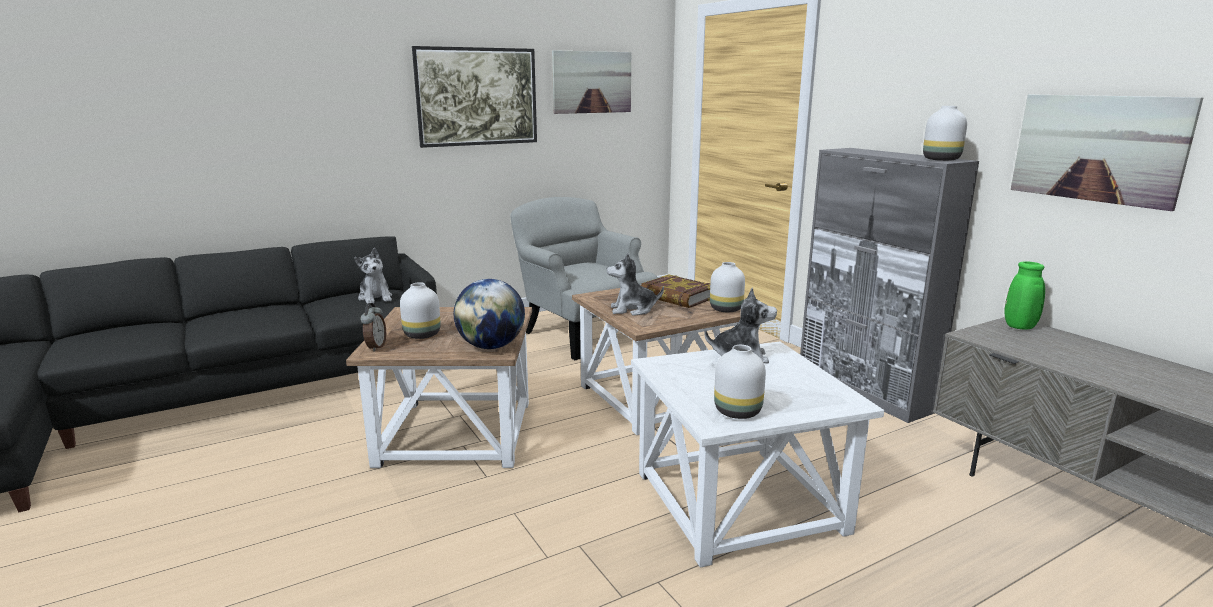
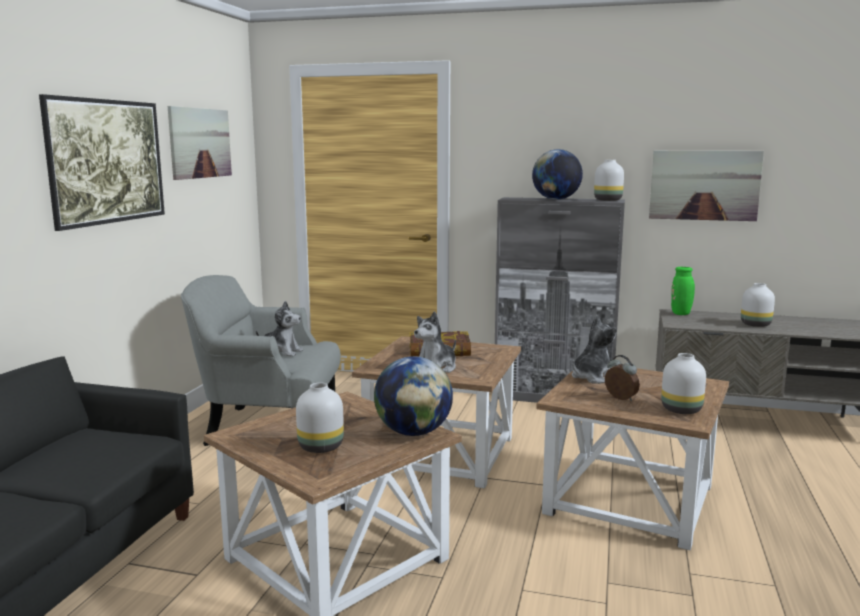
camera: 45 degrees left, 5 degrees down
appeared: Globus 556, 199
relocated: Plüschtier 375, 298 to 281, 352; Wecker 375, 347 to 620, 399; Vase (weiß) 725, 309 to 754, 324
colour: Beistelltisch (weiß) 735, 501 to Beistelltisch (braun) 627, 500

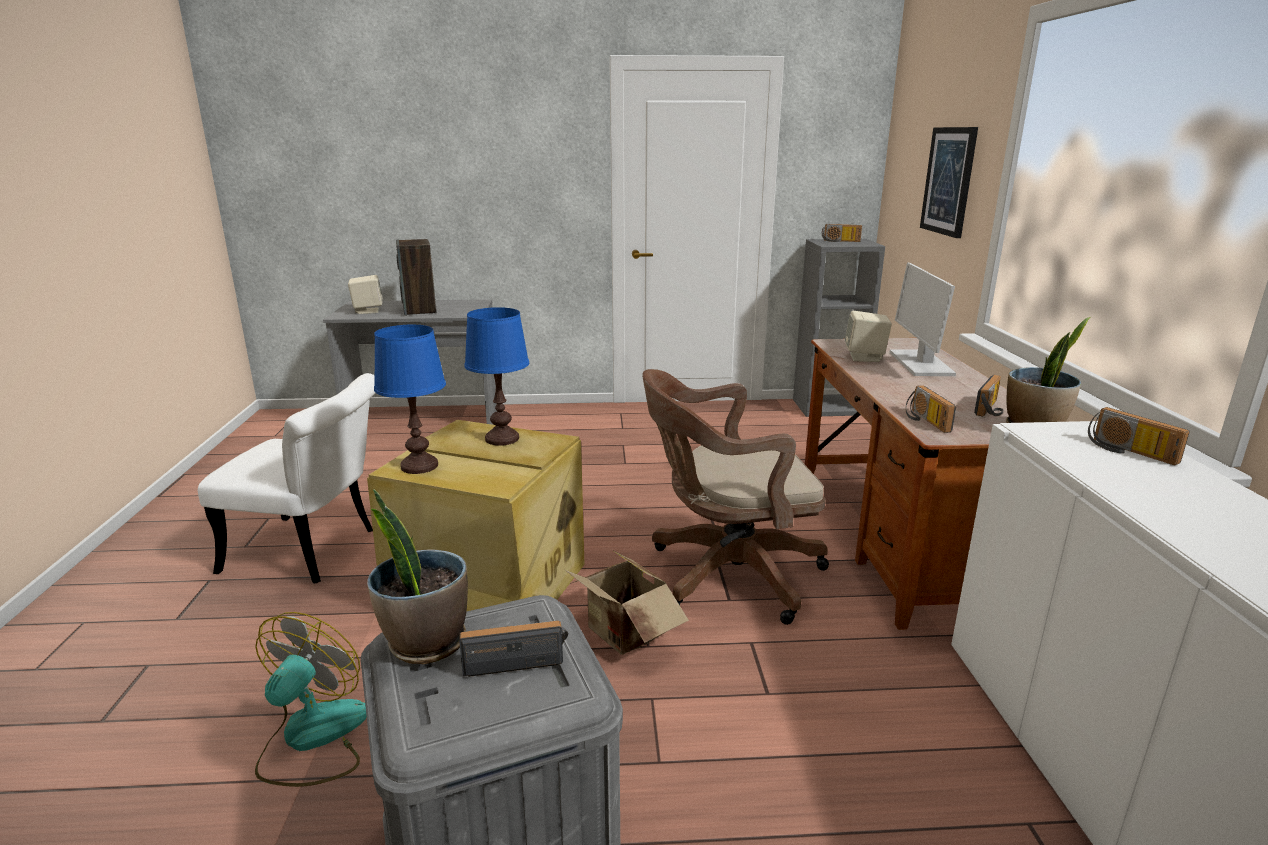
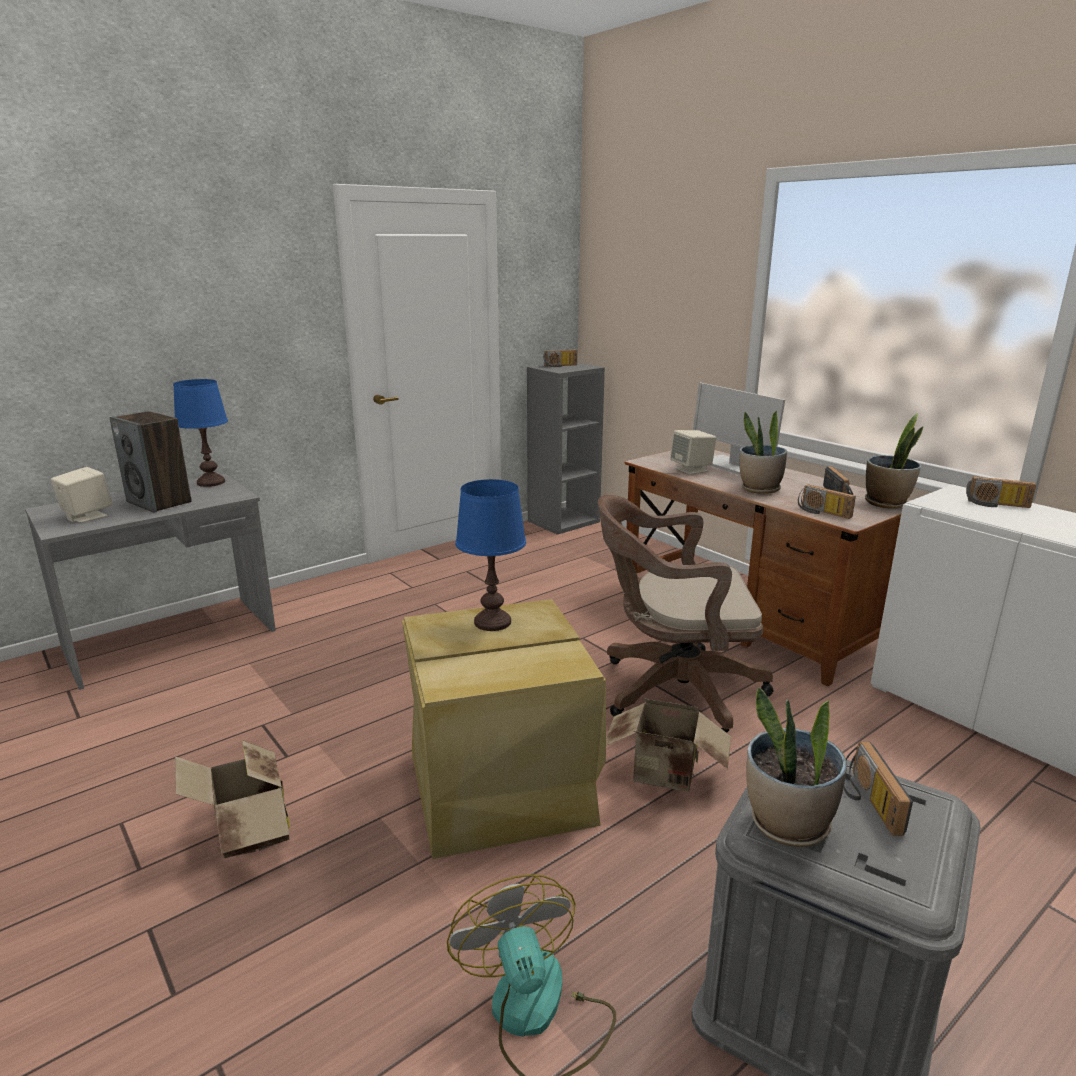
camera: 35 degrees left, 0 degrees up
missing: Bild 949, 181
appeared: Topfpflanze 759, 489
relocated: Tischlampe (blau) 419, 466 to 210, 482
exchanged: Stuhl (weiß) 314, 551 to Karton 247, 835
spun: Bürostuhl (braun) 726, 574 = 672, 691 45 degrees clockwise; Radio 516, 659 = 867, 801 45 degrees counterclockwise

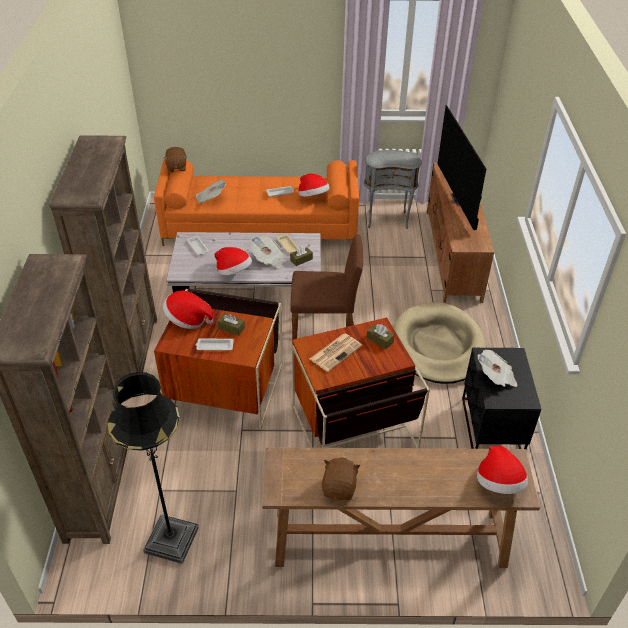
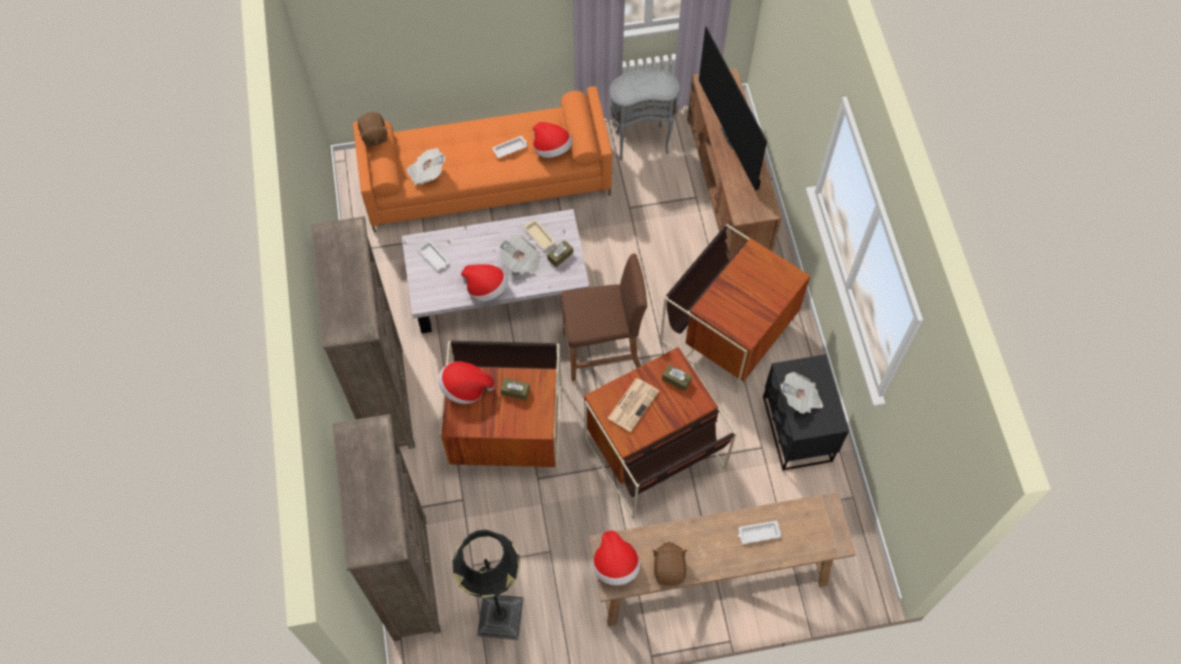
camera: 10 degrees left, 20 degrees up
relocated: Hut 499, 483 to 615, 565; Tablett (weiß) 214, 346 to 758, 533
exchanged: Hundebett (beige) 437, 346 to Beistelltisch 728, 330

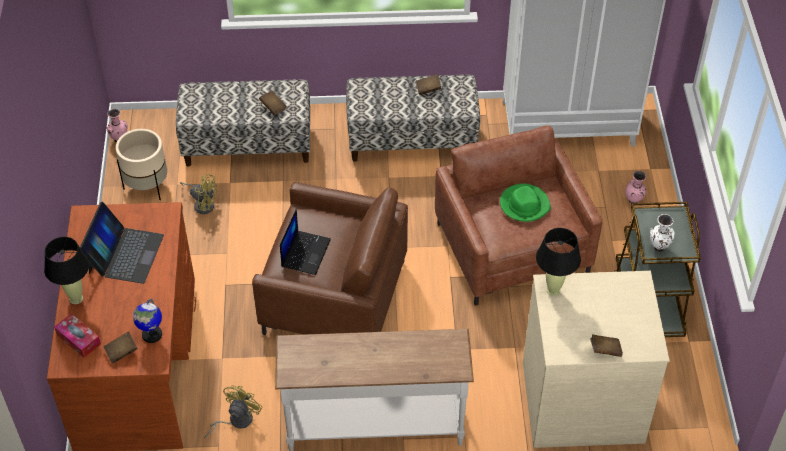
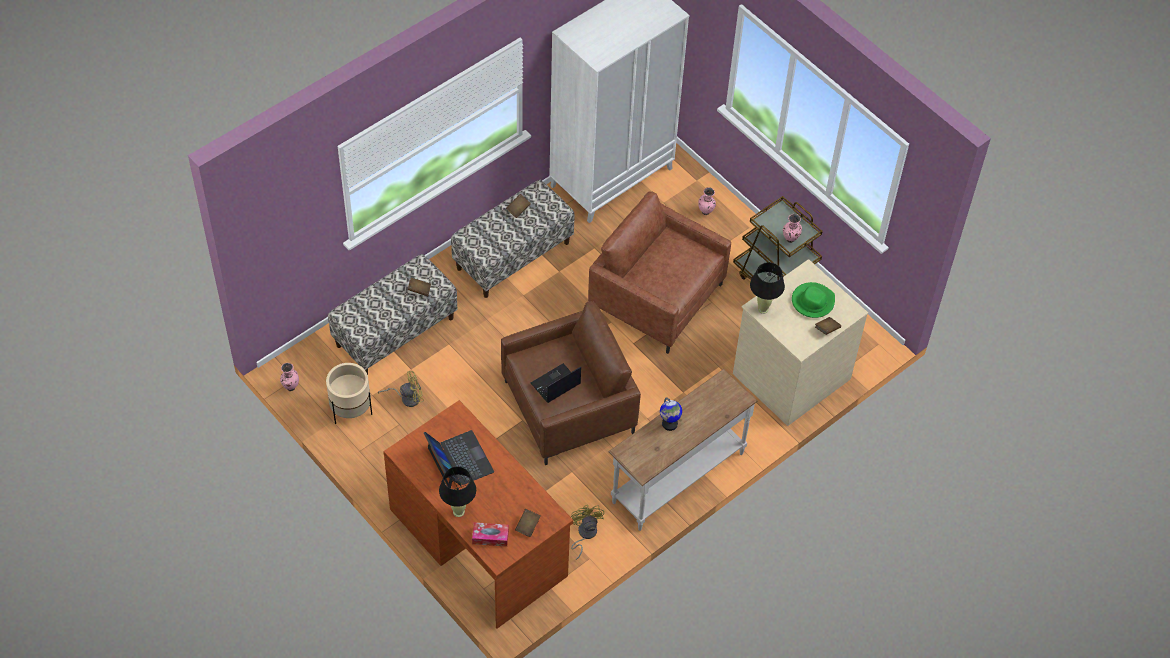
camera: 40 degrees left, 5 degrees up
relocated: Globus 151, 335 to 669, 424; Hut (grün) 524, 204 to 812, 301
colour: Vase (weiß) 658, 248 to Vase (rosa) 790, 240
spun: Laptop 305, 252 = 555, 384 105 degrees counterclockwise

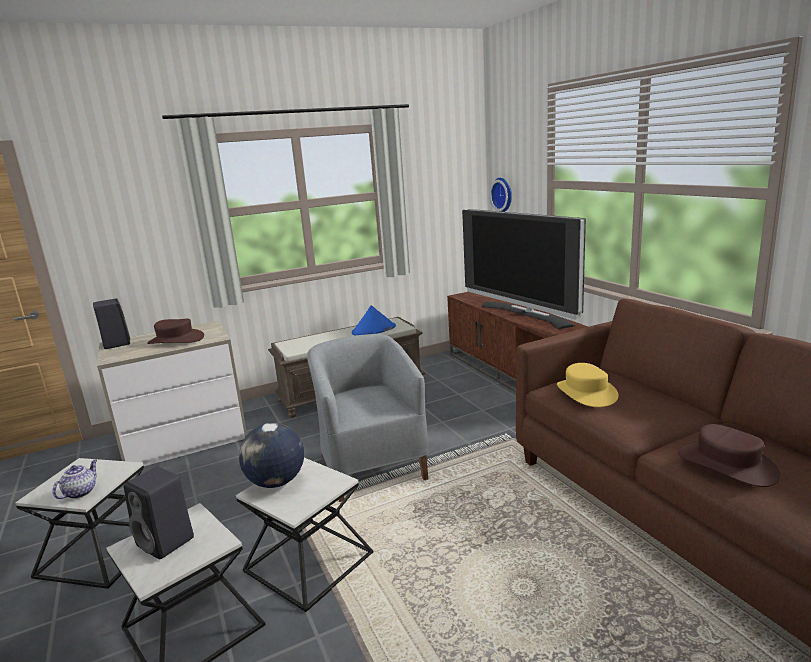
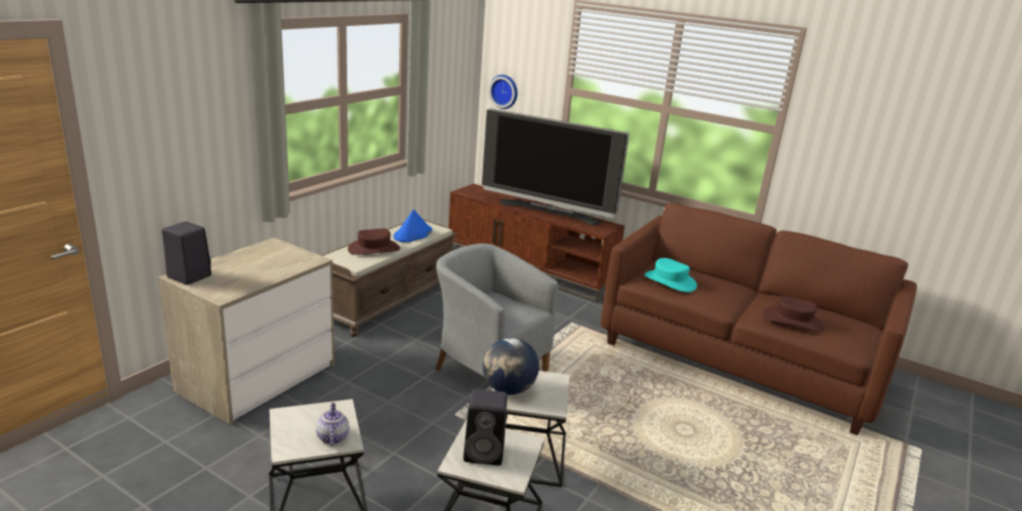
camera: 35 degrees left, 5 degrees up
relocated: Hut (braun) 176, 340 to 374, 249
colour: Hut (gelb) 586, 392 to Hut (türkis) 669, 281

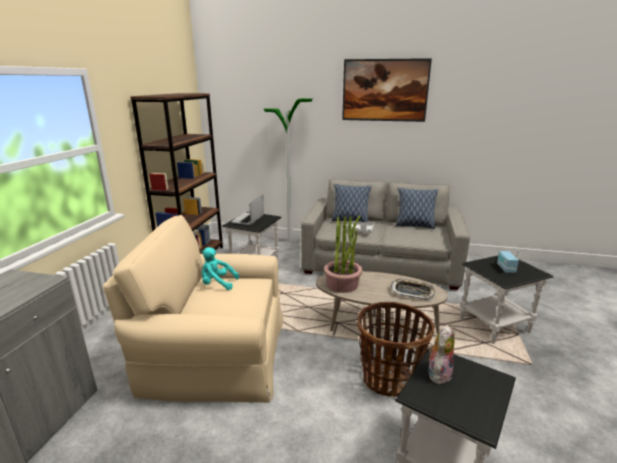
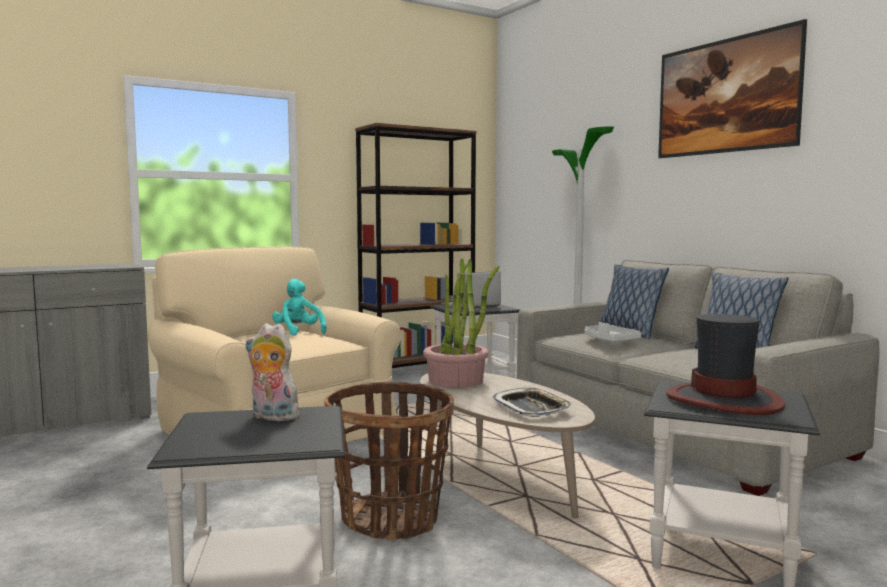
camera: 45 degrees right, 15 degrees down
exchanged: Radio 505, 268 to Hut 724, 400
spun: Plüschtier 438, 373 = 272, 417 150 degrees counterclockwise

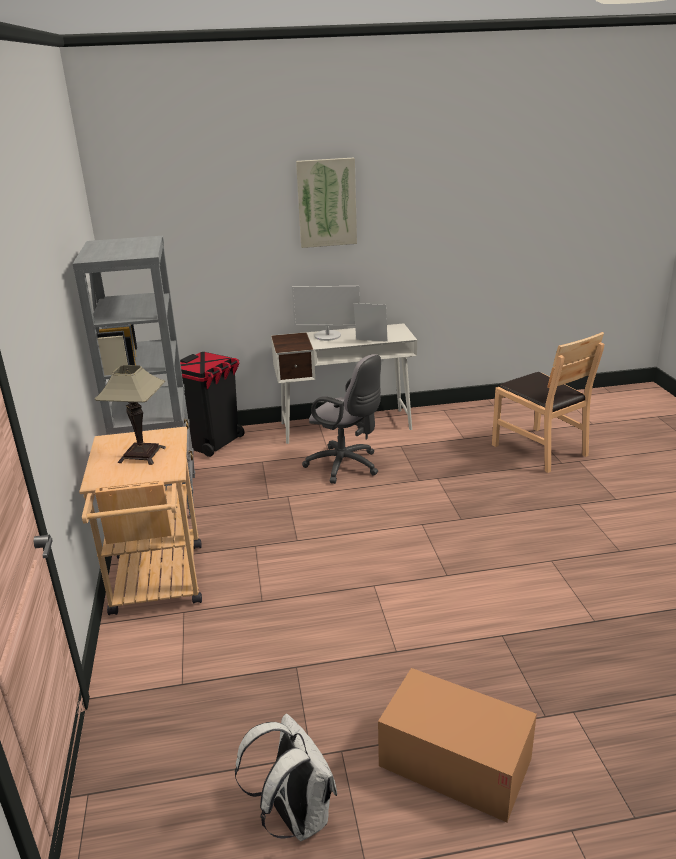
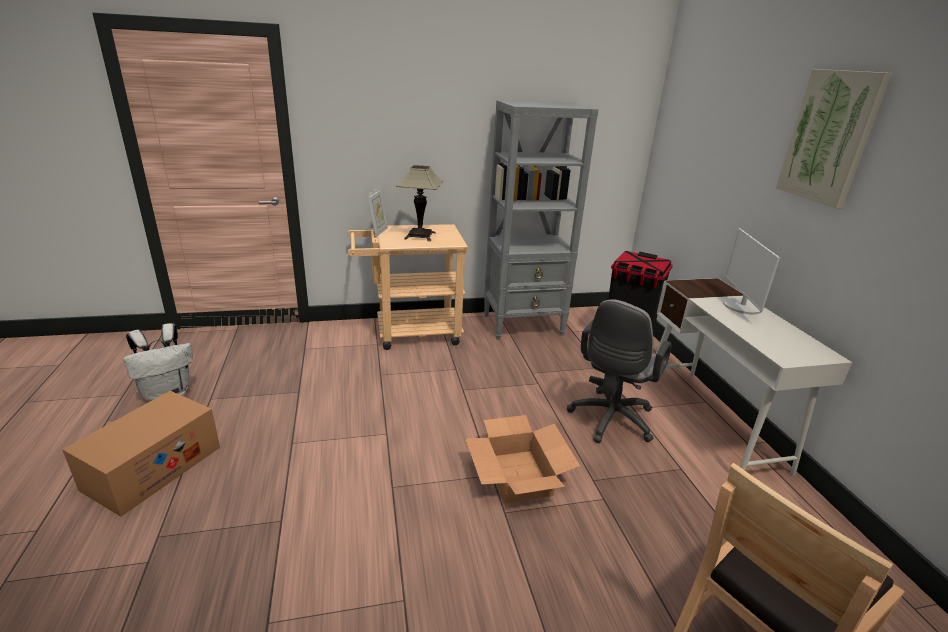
camera: 85 degrees right, 0 degrees up
appeared: Karton 518, 476
relocated: Bilderrahmen 371, 341 to 378, 232

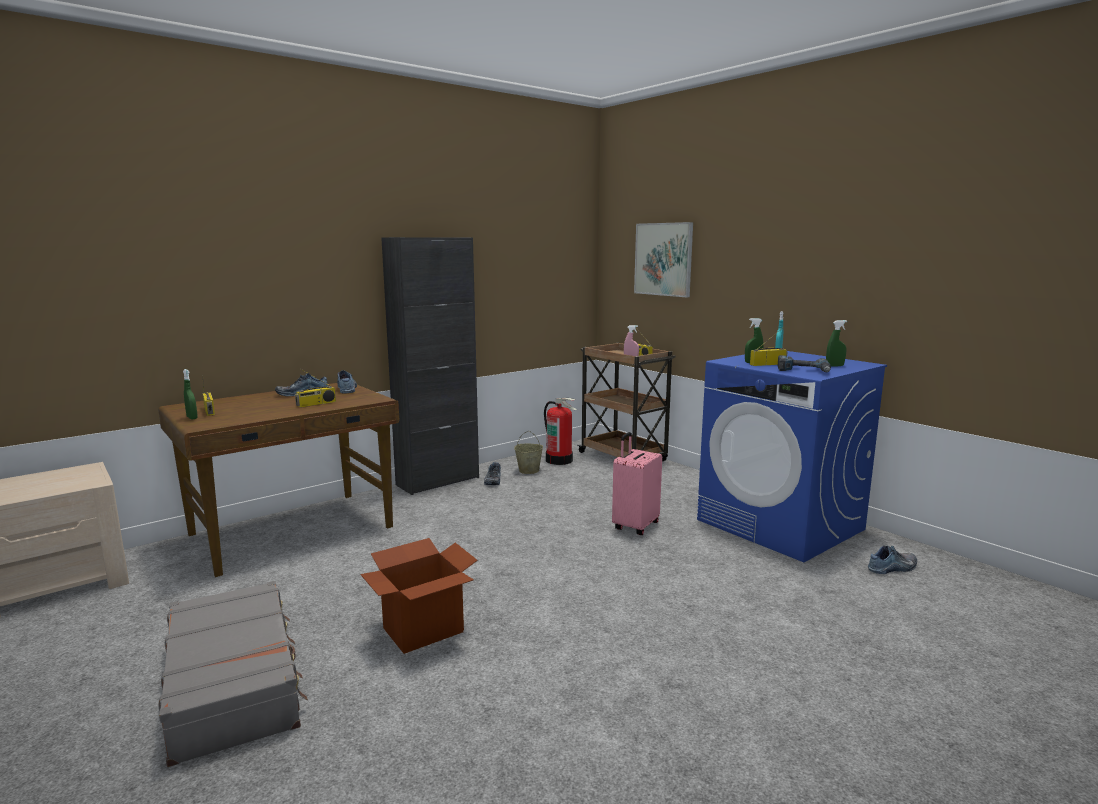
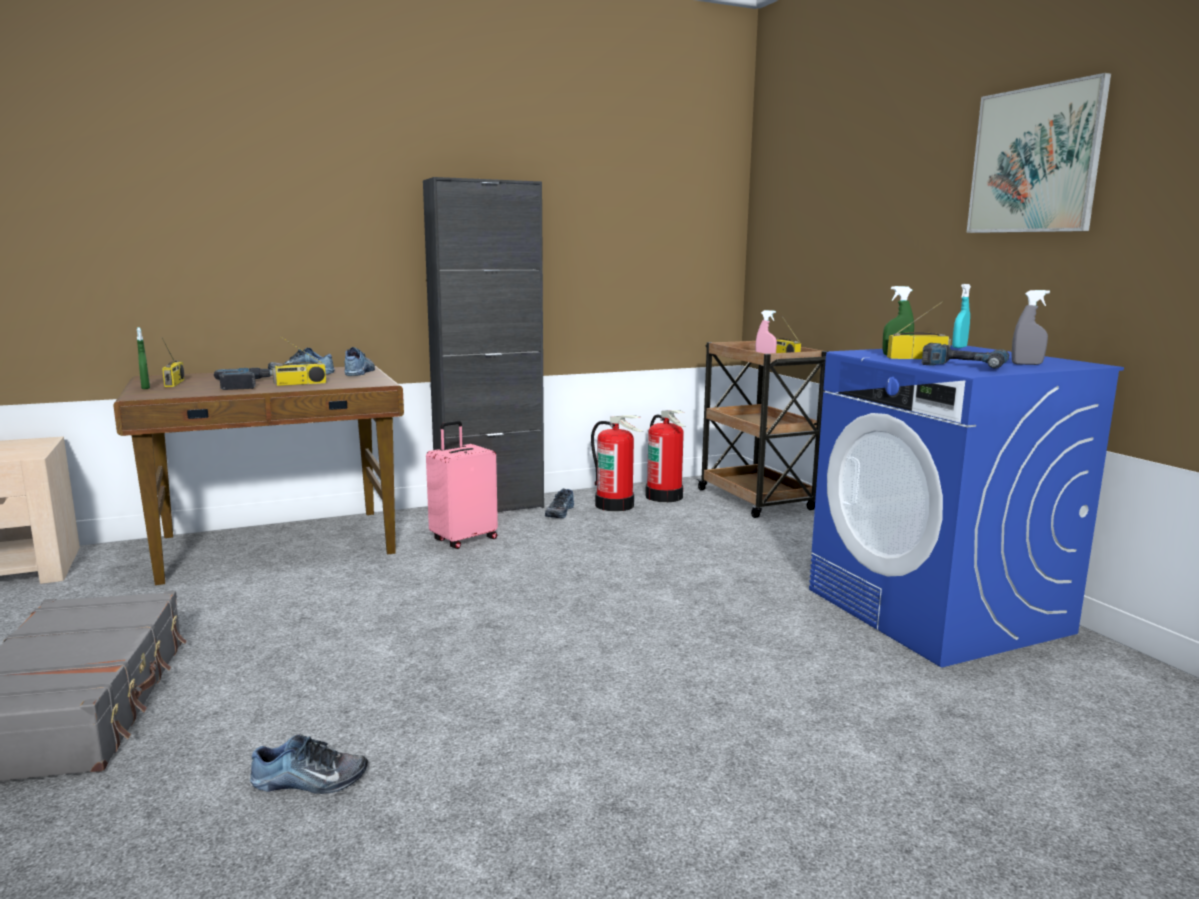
camera: 15 degrees right, 0 degrees up
missing: Karton 423, 630
appeared: Bohrmaschine 245, 384
relocated: Schuh 893, 568 to 309, 781; Koffer (rosa) 635, 526 to 463, 539; Bild 663, 259 to 1035, 160
exchanged: Eimer (beige) 529, 470 to Feuerlöscher 615, 505
colour: Sprühflasche (grün) 834, 366 to Sprühflasche (grau) 1026, 364

